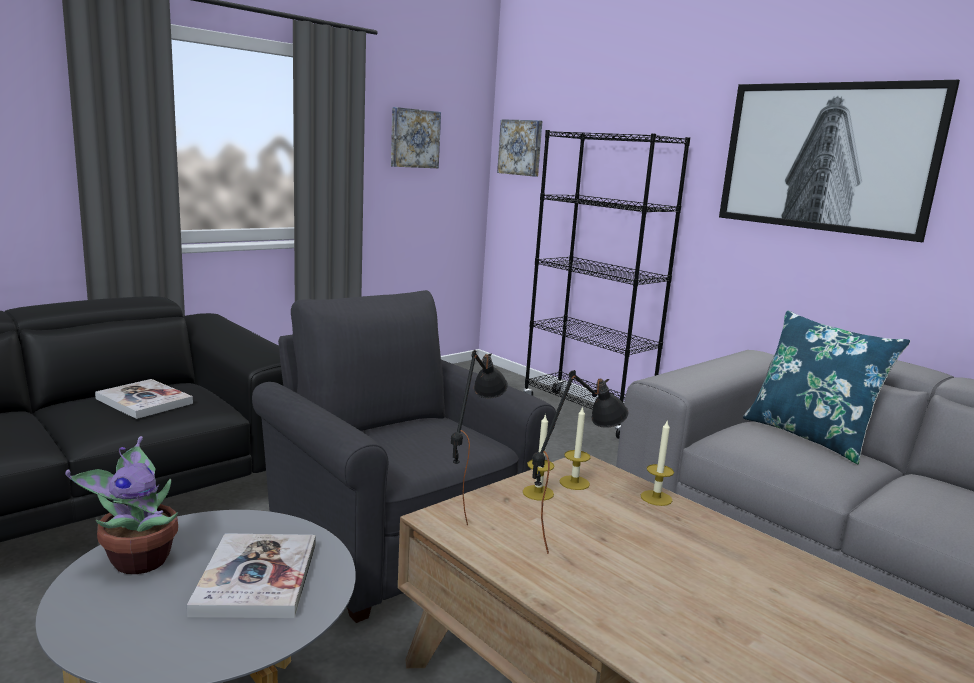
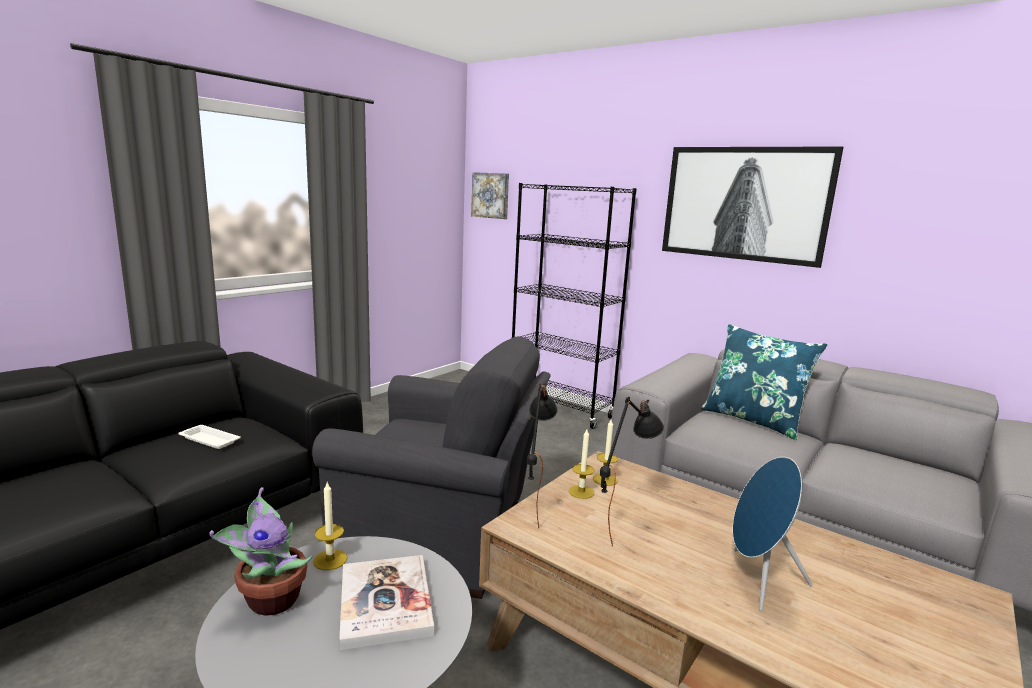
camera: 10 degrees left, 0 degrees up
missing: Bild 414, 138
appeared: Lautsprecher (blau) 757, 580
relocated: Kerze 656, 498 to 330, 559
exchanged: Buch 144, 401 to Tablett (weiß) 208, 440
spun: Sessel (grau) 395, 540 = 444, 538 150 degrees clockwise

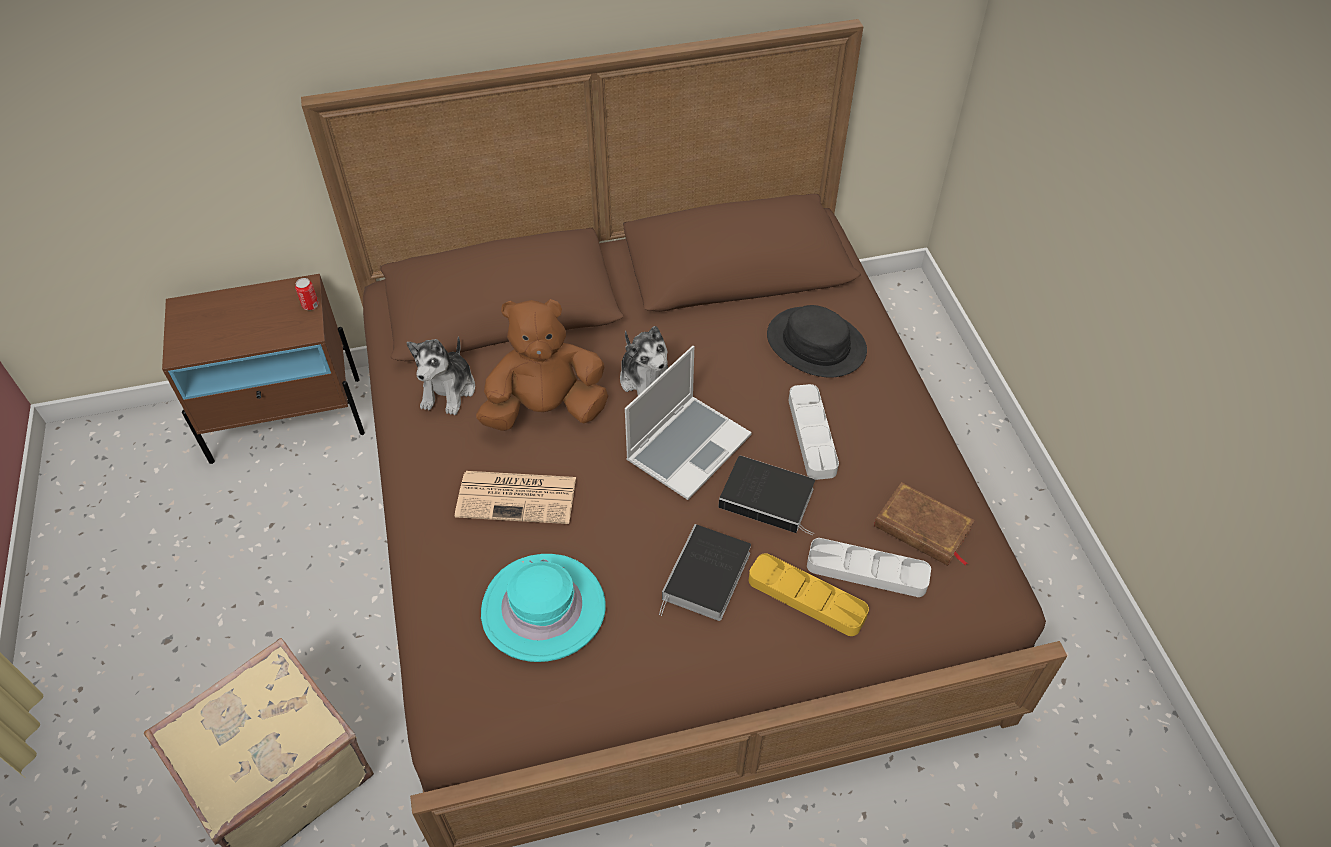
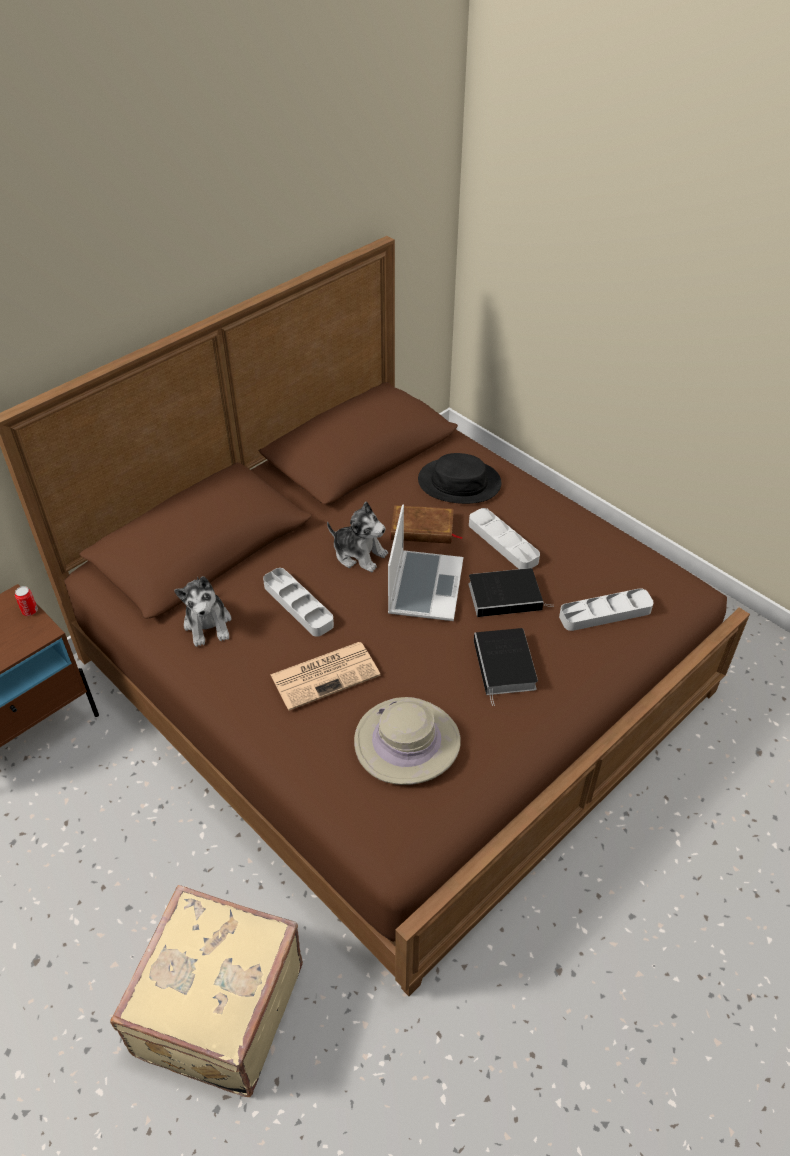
camera: 30 degrees left, 5 degrees down
missing: Tablett (gelb) 806, 598
relocated: Buch (braun) 922, 528 to 422, 529
exchanged: Plüschtier (braun) 545, 409 to Tablett (grau) 298, 605
colour: Hut (türkis) 543, 609 to Hut (beige) 407, 742

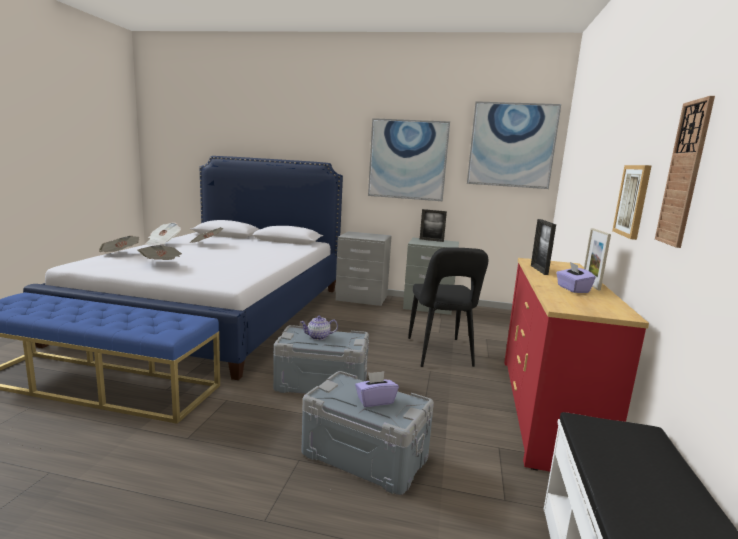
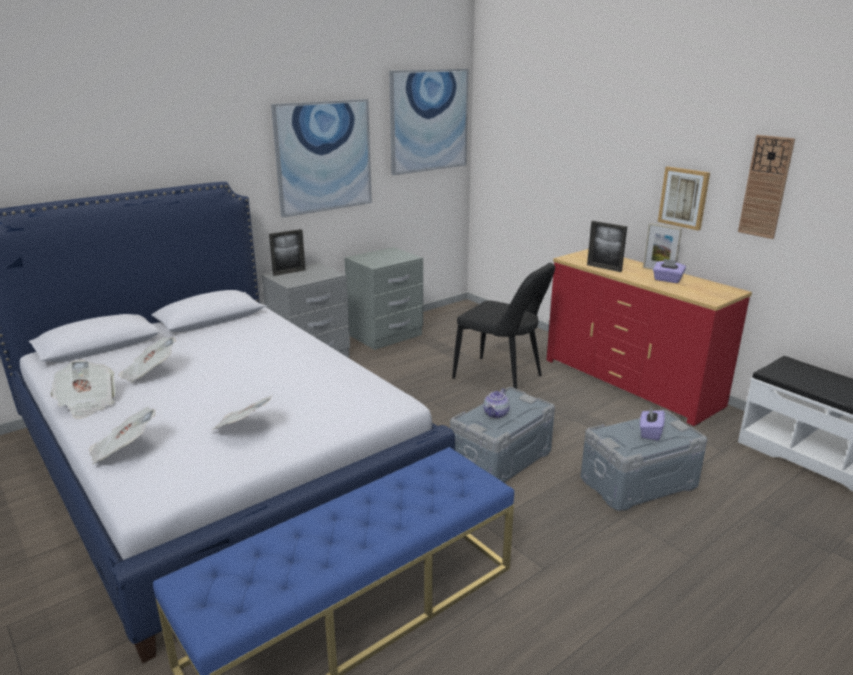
camera: 50 degrees left, 10 degrees up
relocated: Bilderrahmen 431, 240 to 289, 272

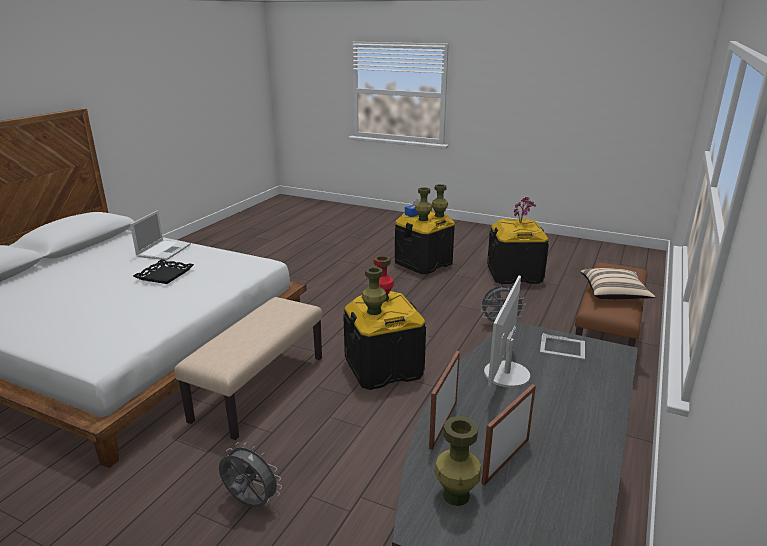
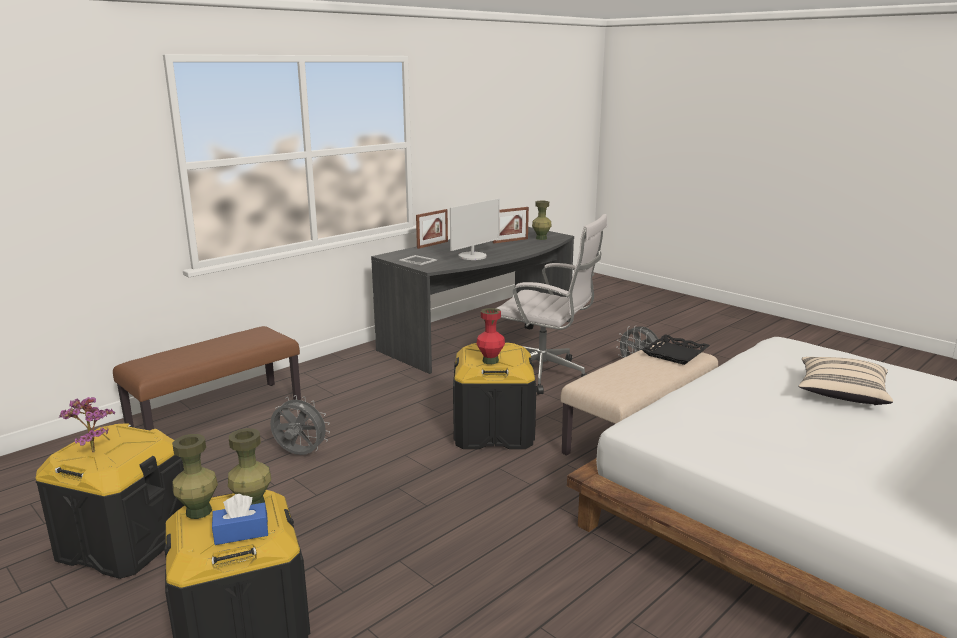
camera: 160 degrees left, 5 degrees down
missing: Laptop 164, 250; Vase (grün) 374, 311
appeared: Bürostuhl (weiß) 546, 375
relocated: Bilderrahmen 443, 424 to 432, 245; Tablett (schwarz) 165, 275 to 674, 353; Kissen (beige) 614, 294 to 841, 394

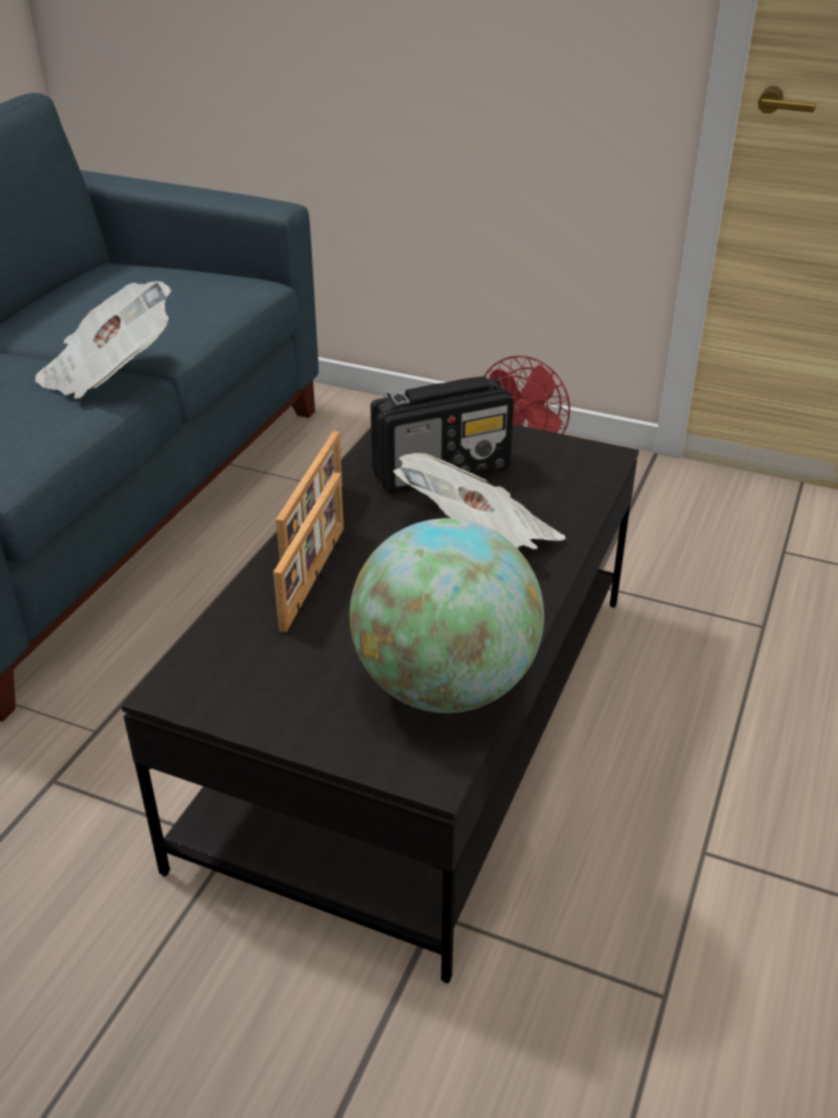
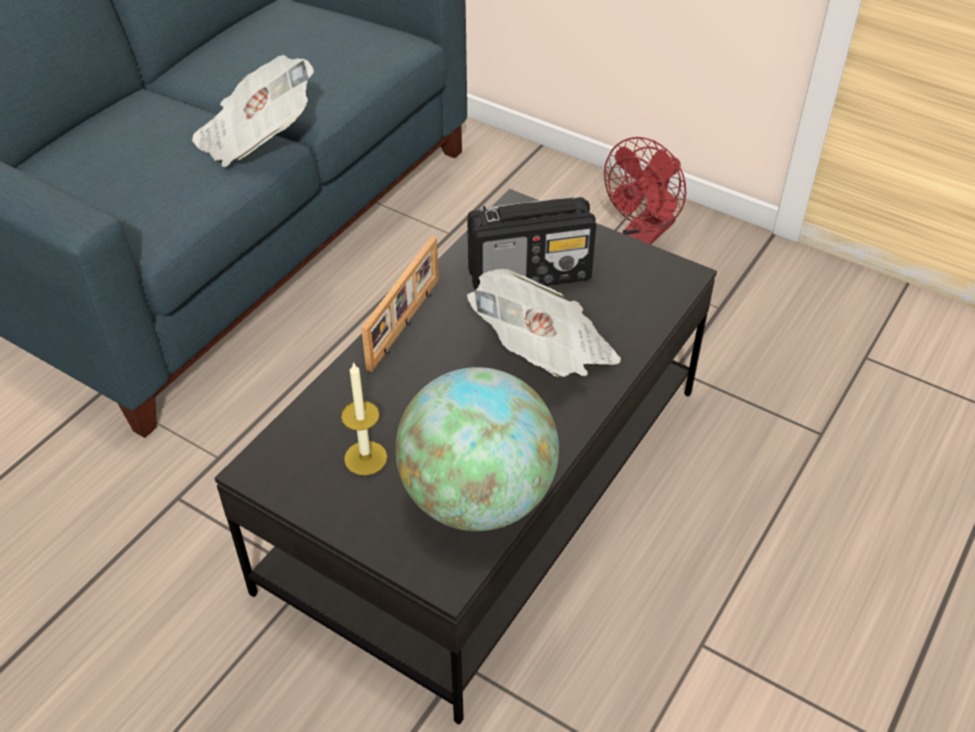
camera: 10 degrees right, 10 degrees up
missing: Bilderrahmen 316, 577
appeared: Kerze 365, 458

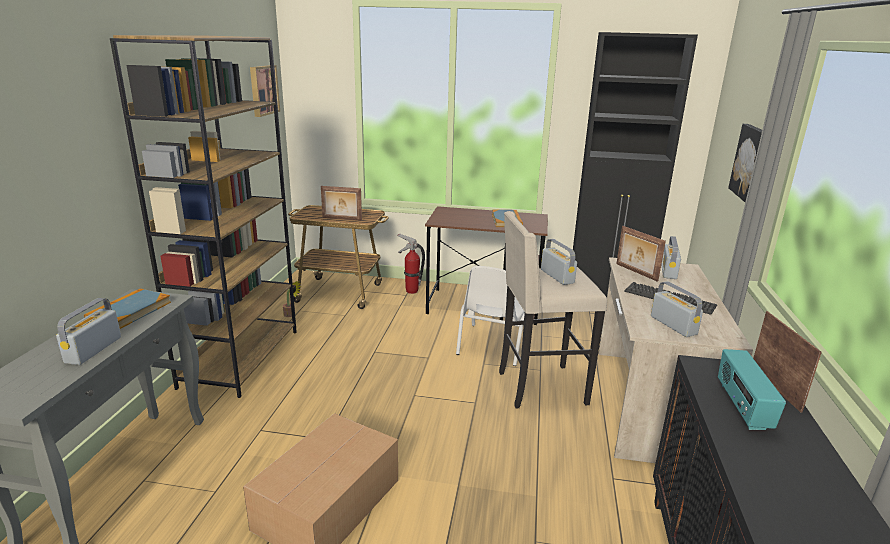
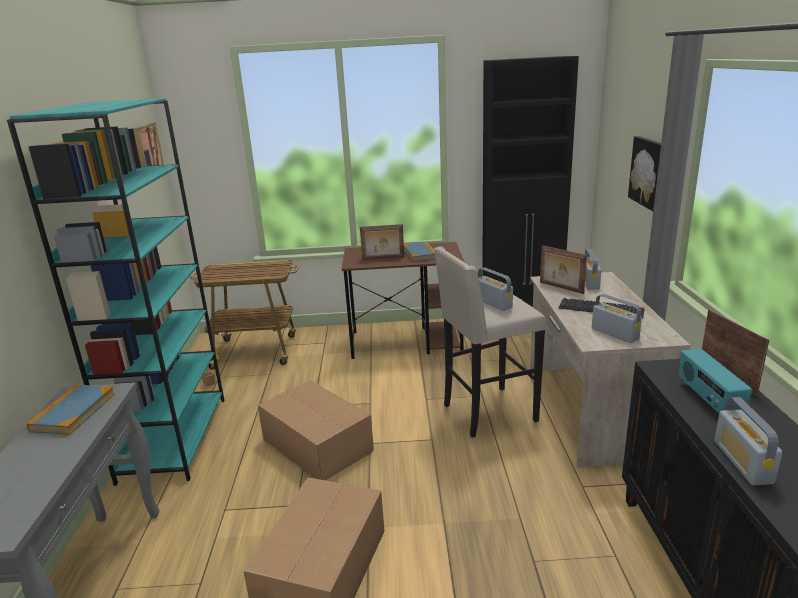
camera: 10 degrees left, 0 degrees up
missing: Feuerlöscher 411, 291; Stuhl (weiß) 493, 345
appeared: Karton 317, 443
relocated: Bilderrahmen 341, 219 to 383, 258; Radio 93, 350 to 742, 462
colour: Bücherregal (braun) 241, 357 to Bücherregal (türkis) 174, 438

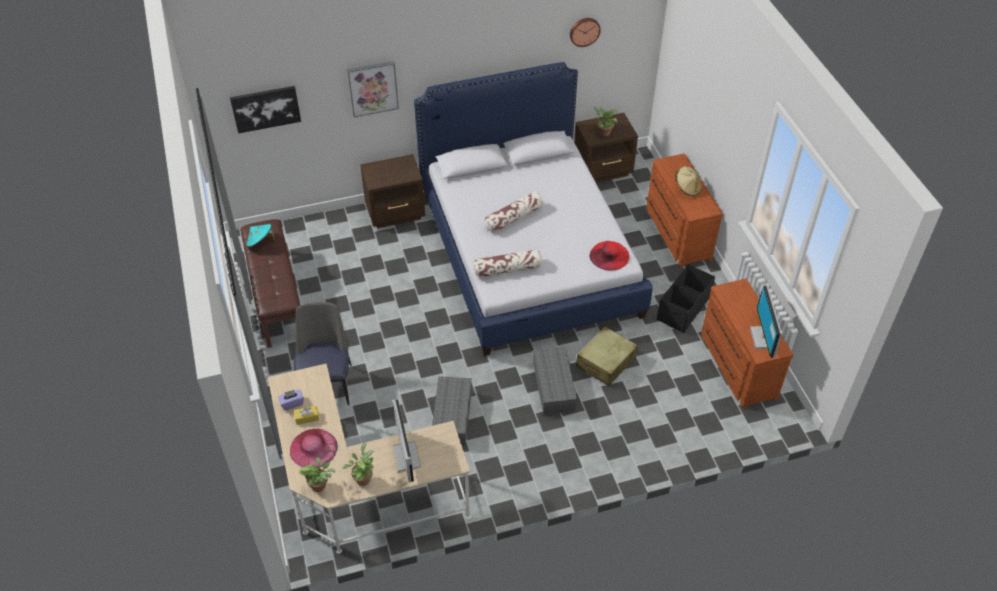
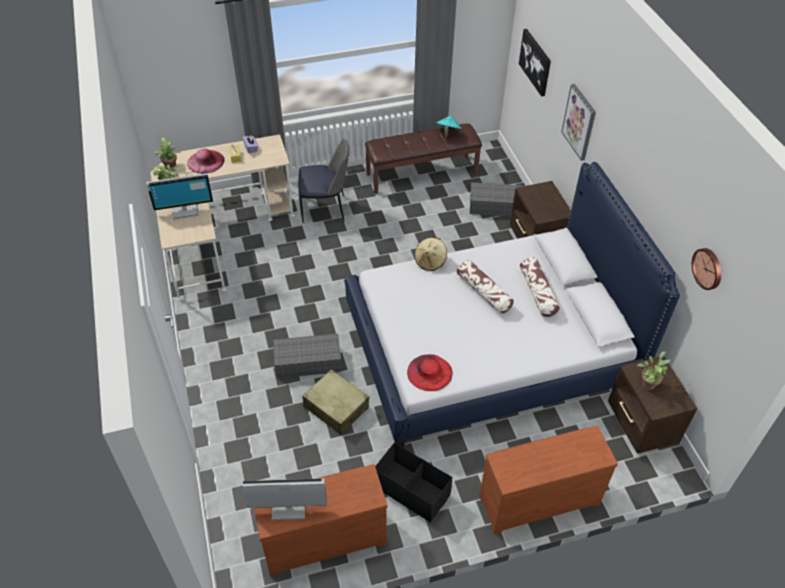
camera: 90 degrees right, 0 degrees up
relocated: Hut (beige) 687, 188 to 430, 261; Aufbewahrungsbox (grau) 451, 416 to 497, 206; Kissen 507, 269 to 538, 292

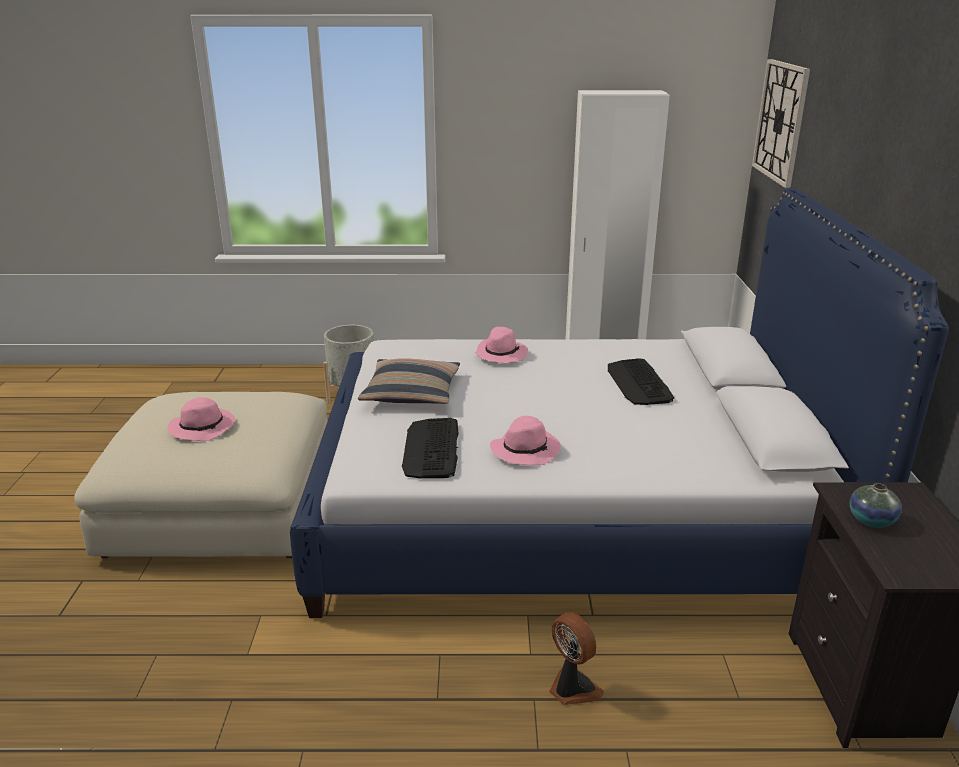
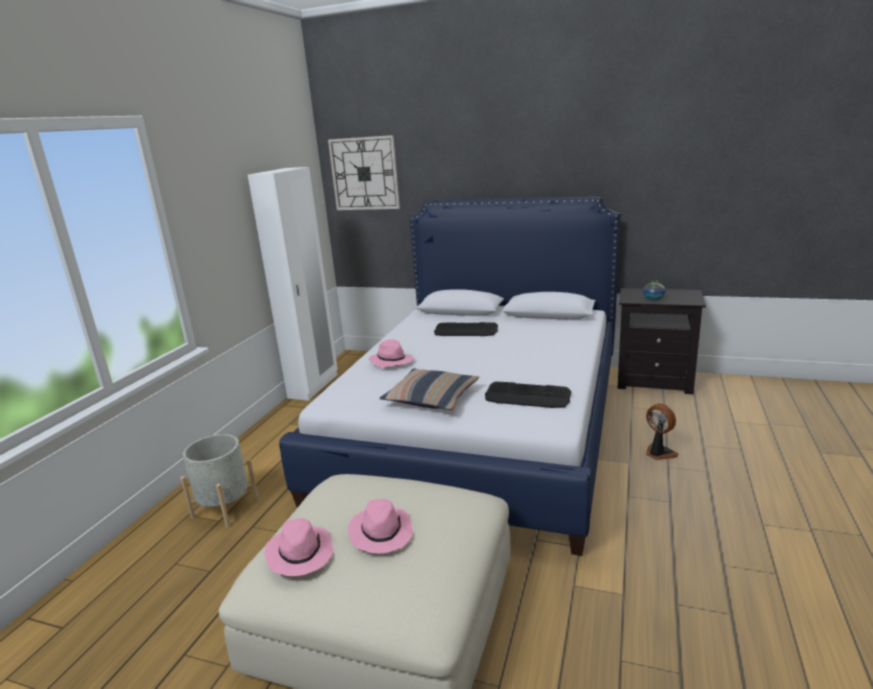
camera: 70 degrees left, 5 degrees down
relocated: Hut (rosa) 525, 450 to 299, 554
spun: Ventilator 572, 688 = 658, 453 75 degrees clockwise

